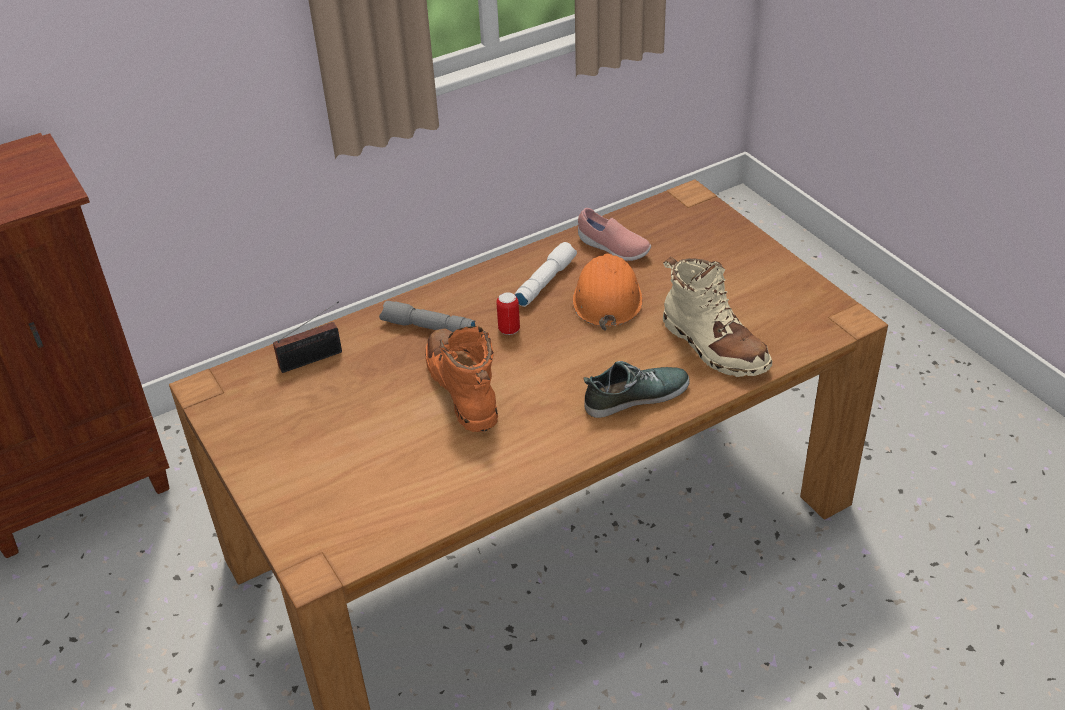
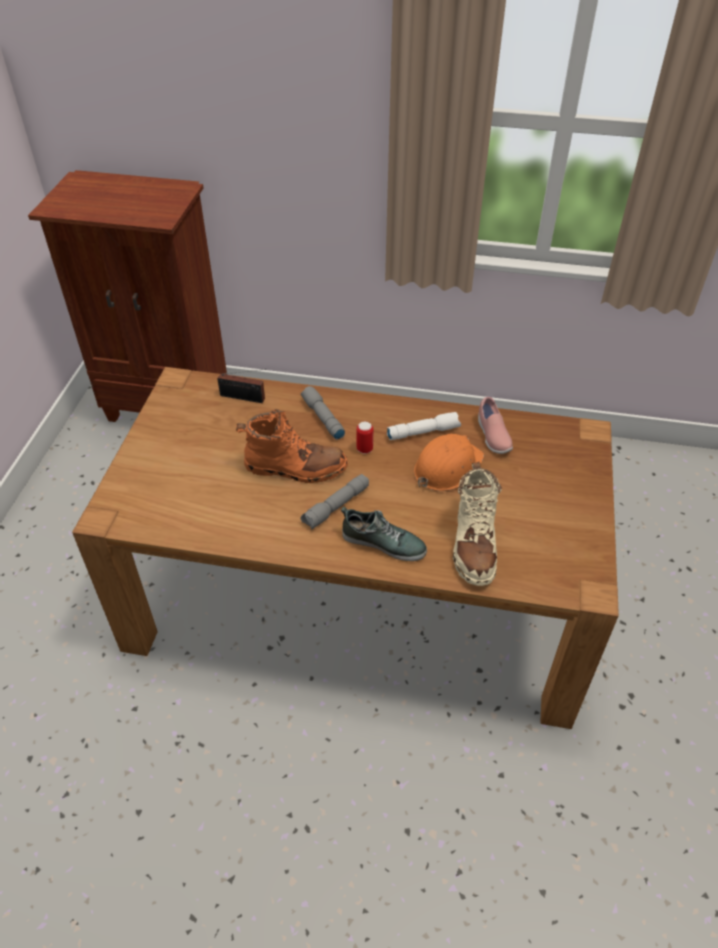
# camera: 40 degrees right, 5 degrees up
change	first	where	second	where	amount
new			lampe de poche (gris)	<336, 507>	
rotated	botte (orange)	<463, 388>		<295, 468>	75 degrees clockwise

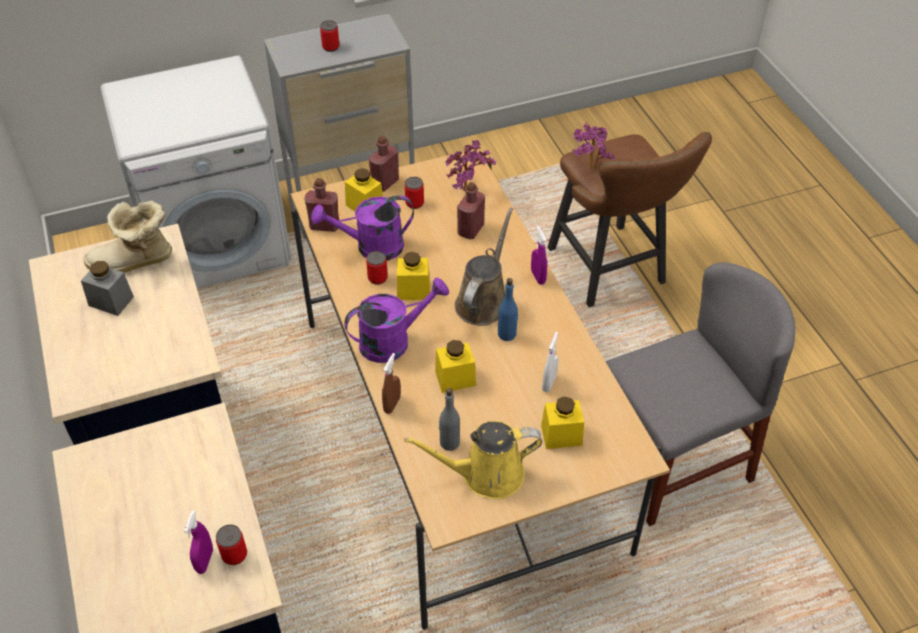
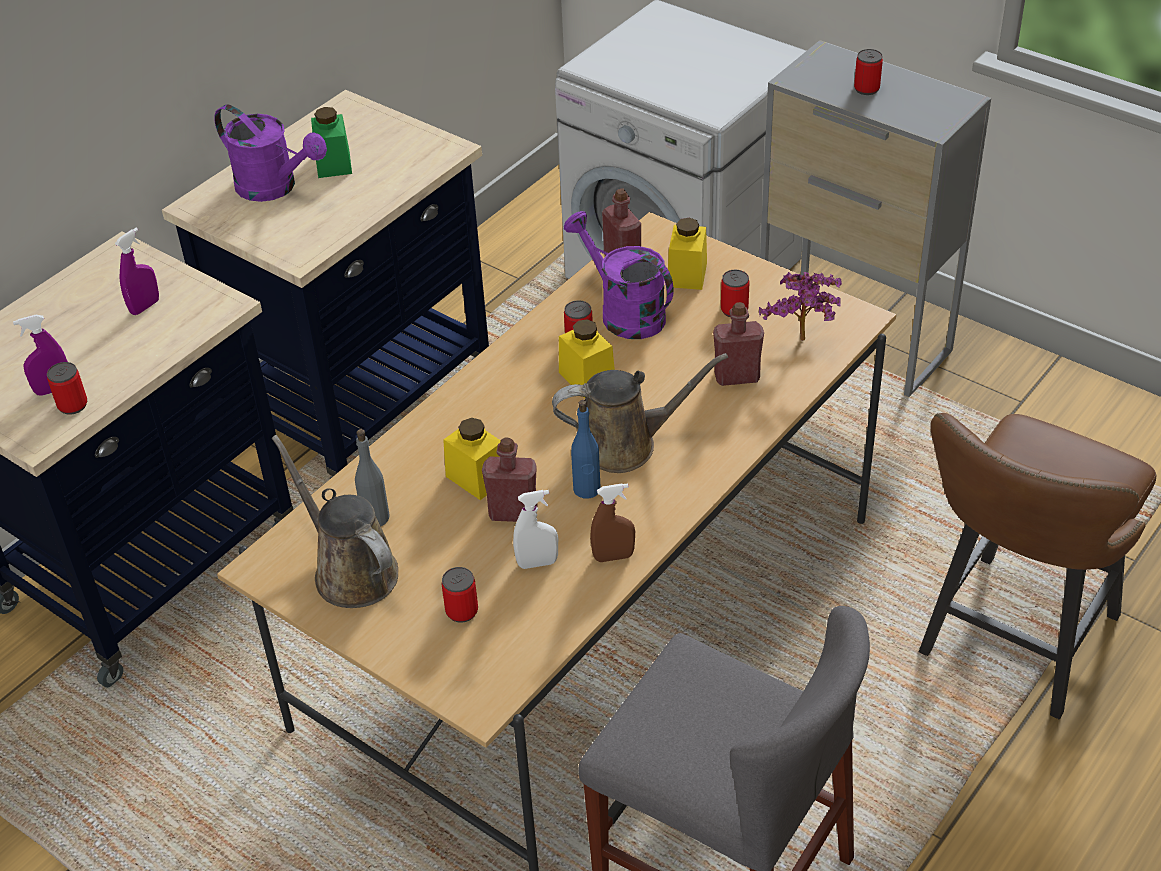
# camera: 60 degrees right, 5 degrees down
change	first	where	second	where	amount
gone	botte	<134, 263>			
gone	plante en pot	<588, 170>			
shifted	arrosoir (violet)	<393, 340>		<275, 187>	
shifted	bouteille (rouge)	<385, 183>		<513, 513>	
shifted	vaporisateur (marron)	<392, 404>		<613, 556>	
shifted	vaporisateur (violet)	<538, 277>		<145, 306>	
swapped	bocal (jaune)	<561, 435>	boîte métallique	<462, 611>	
repainted	bocal (gris)	<111, 301>	bocal (vert)	<334, 164>	
repainted	arrosoir (jaune)	<486, 475>	arrosoir (marron)	<350, 570>	

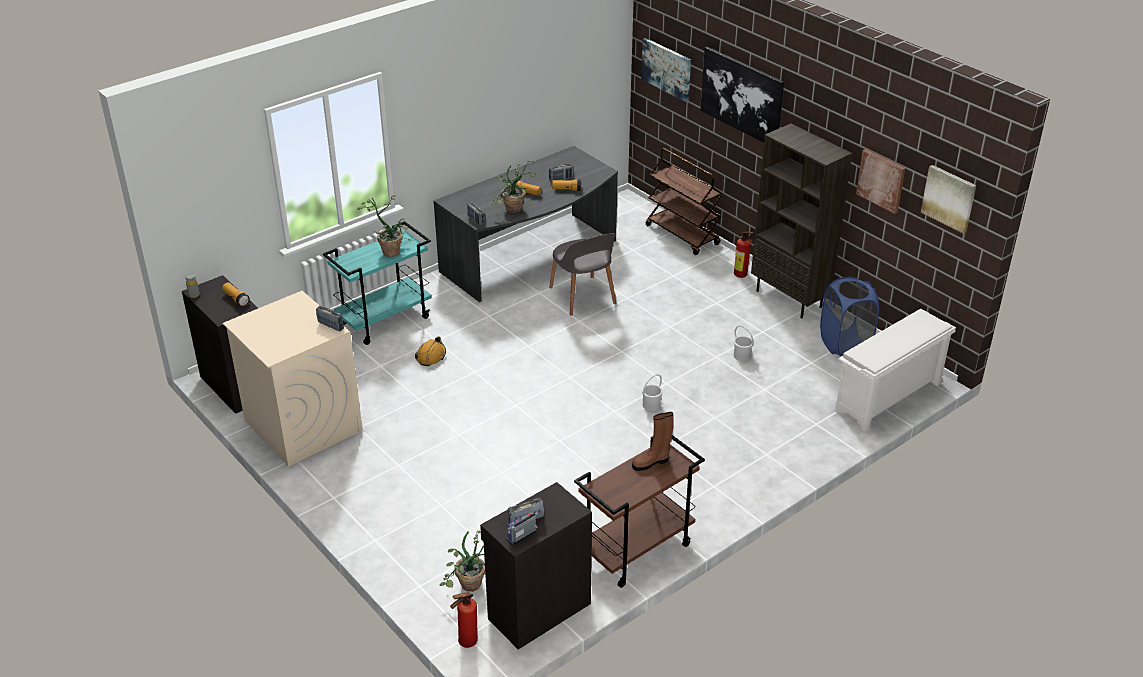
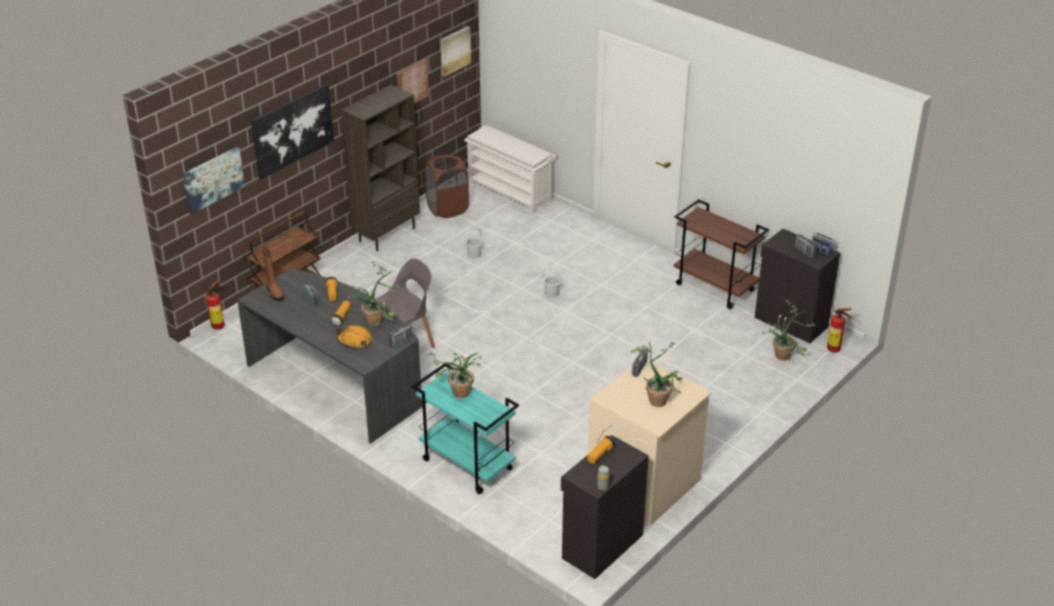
# camera: 100 degrees left, 0 degrees up
change	first	where	second	where	amount
new			plante en pot	<658, 398>	
shifted	casque de chantier (orange)	<431, 356>		<355, 341>	
shifted	botte (marron)	<651, 462>		<274, 292>	
shifted	extincteur	<741, 276>		<220, 325>	
repainted	panier à linge (bleu)	<845, 345>	panier à linge (marron)	<447, 209>	

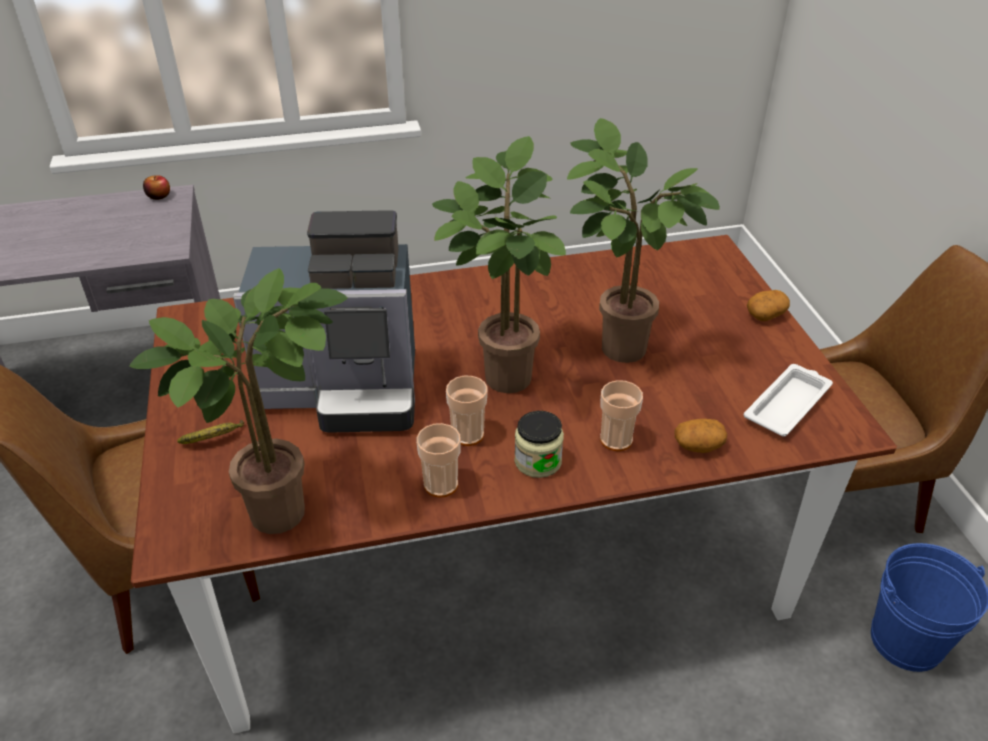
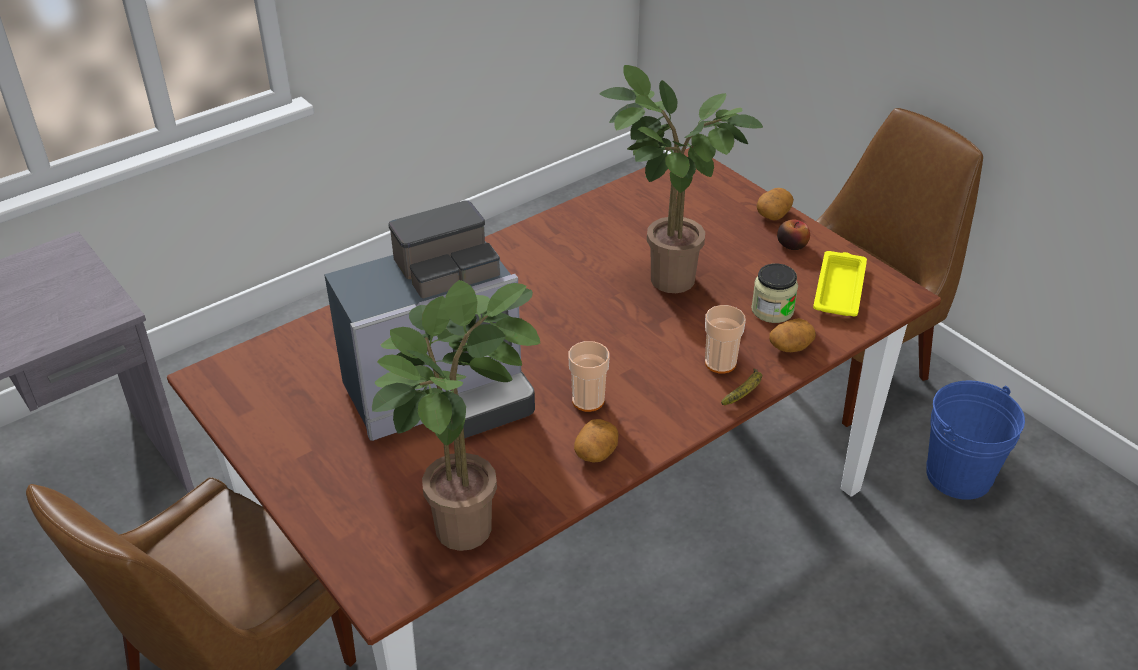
# camera: 25 degrees left, 0 degrees up
change	first	where	second	where	amount
gone	plante en pot	<501, 373>			
shifted	pomme	<159, 196>		<792, 244>	
shifted	banane	<214, 439>		<745, 393>	
shifted	bocal	<538, 461>		<772, 310>	
swapped	tasse	<441, 484>	pomme de terre	<596, 452>	
repainted	plateau (blanc)	<788, 404>	plateau (jaune)	<839, 288>	

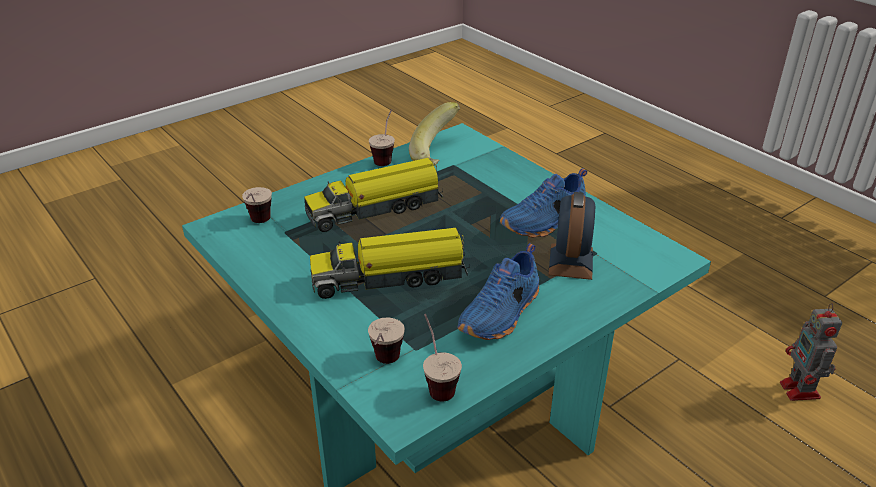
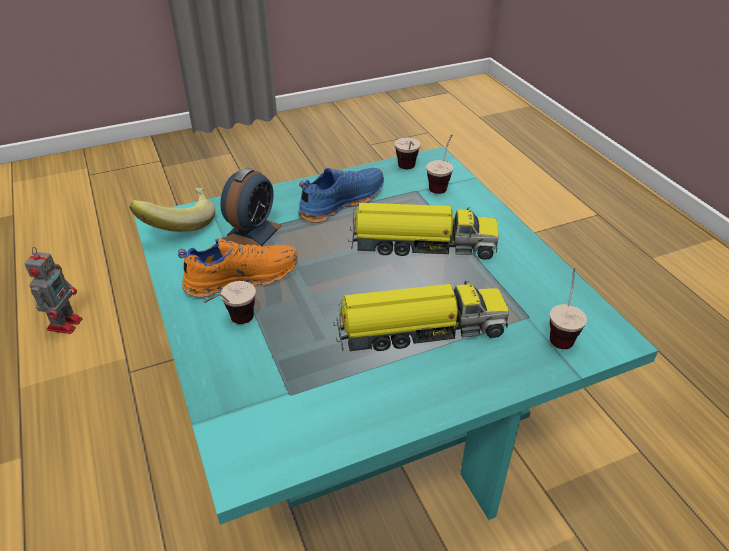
# camera: 165 degrees left, 5 degrees up
change	first	where	second	where	amount
shifted	tasse	<385, 157>		<233, 325>	
shifted	banane	<439, 155>		<179, 224>	
repainted	chaussure (bleu)	<545, 222>	chaussure (orange)	<241, 277>	

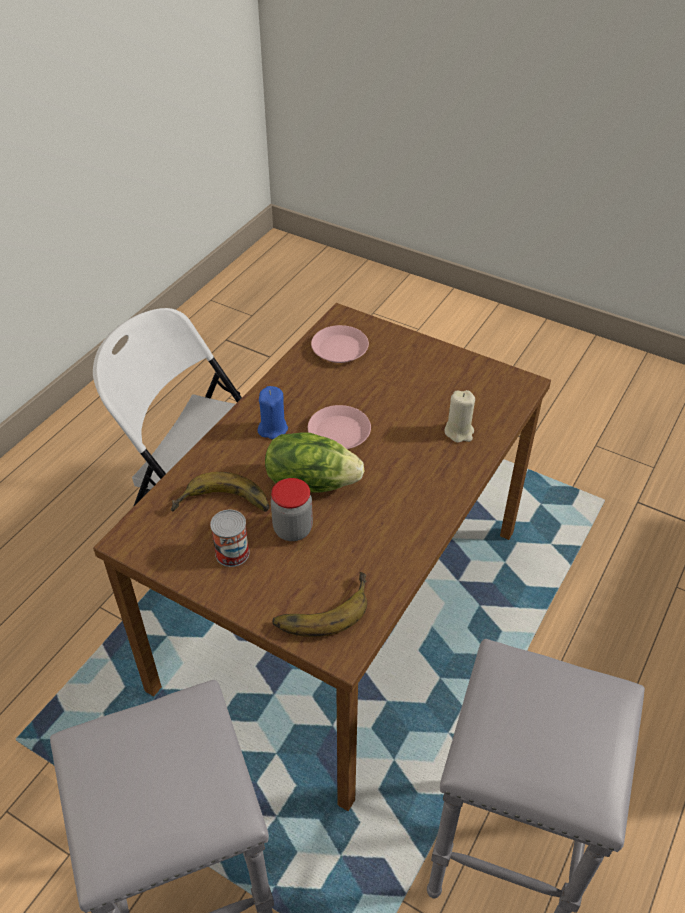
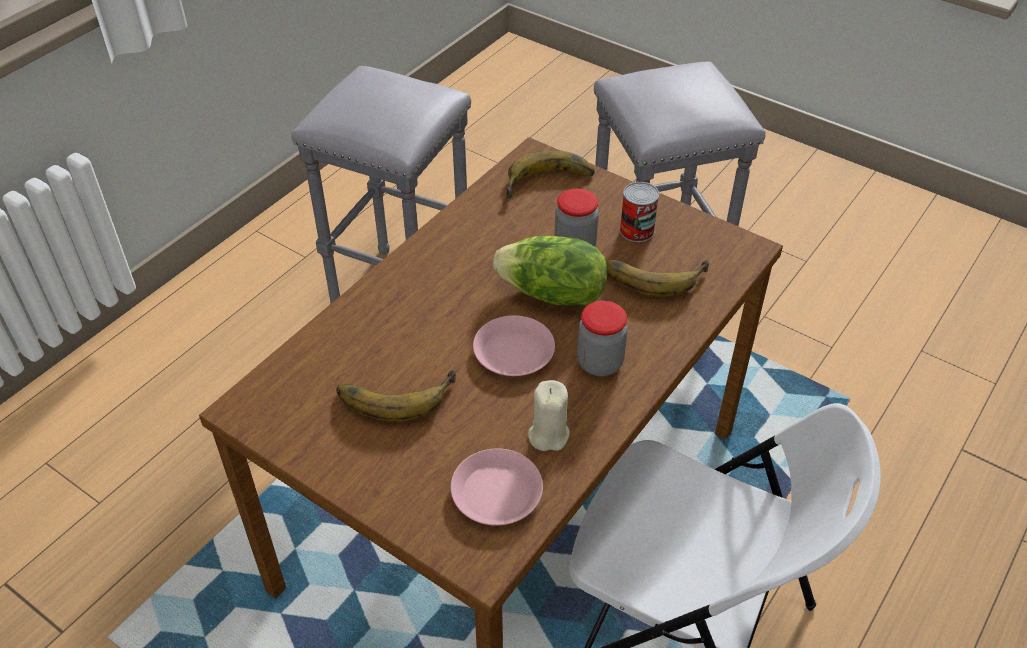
# camera: 175 degrees left, 0 degrees up
change	first	where	second	where	amount
new			banane	<395, 392>	
shifted	bougie (beige)	<459, 432>		<548, 434>	
swapped	bougie (bleu)	<273, 428>	bocal	<600, 363>	

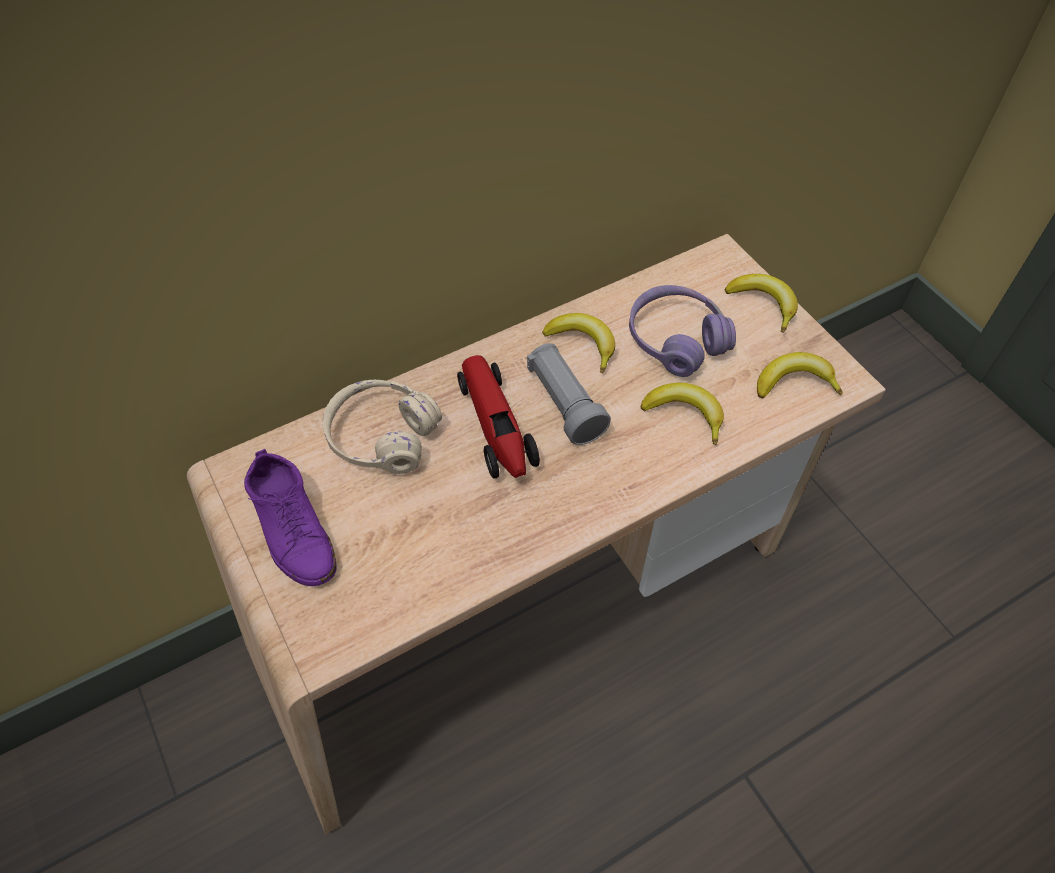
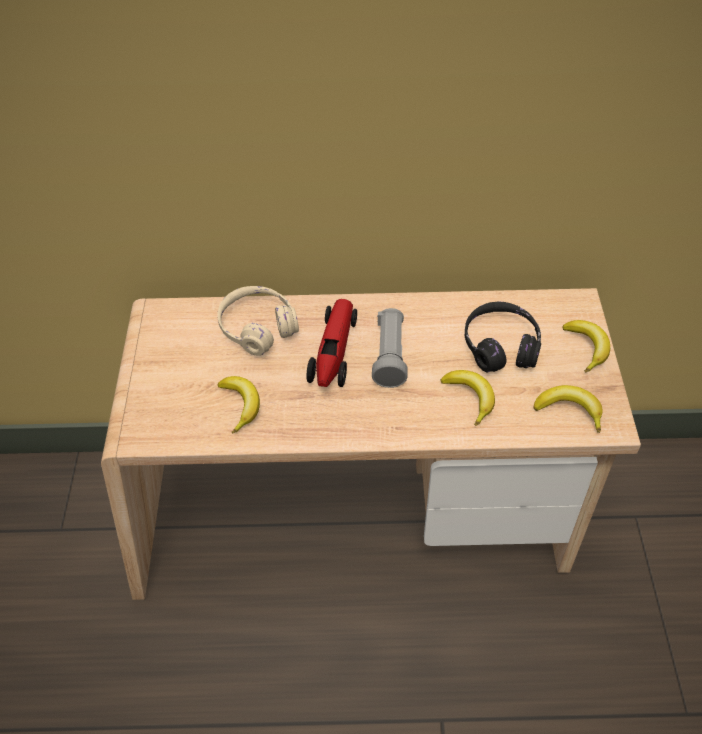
# camera: 30 degrees right, 5 degrees down
change	first	where	second	where	amount
gone	chaussure (violet)	<293, 528>			
shifted	banane	<583, 343>		<241, 405>	
repainted	casque audio (violet)	<676, 340>	casque audio (noir)	<500, 346>	

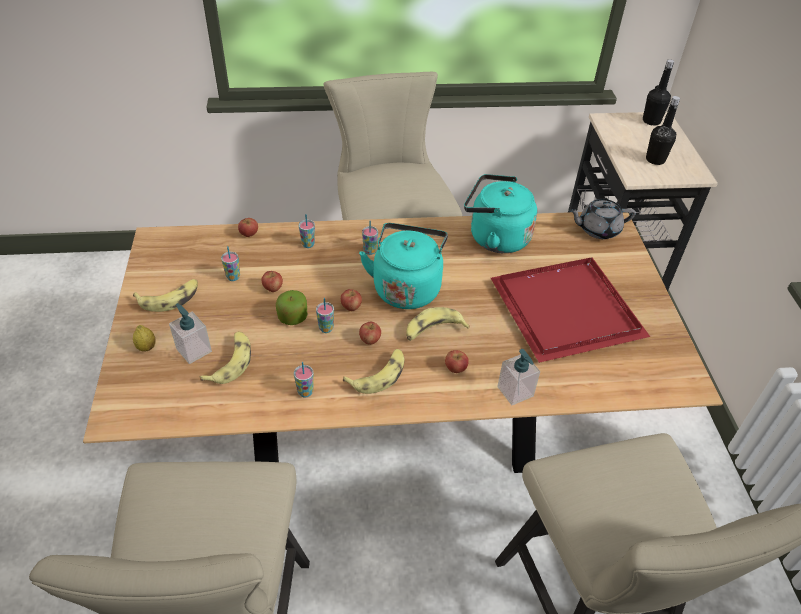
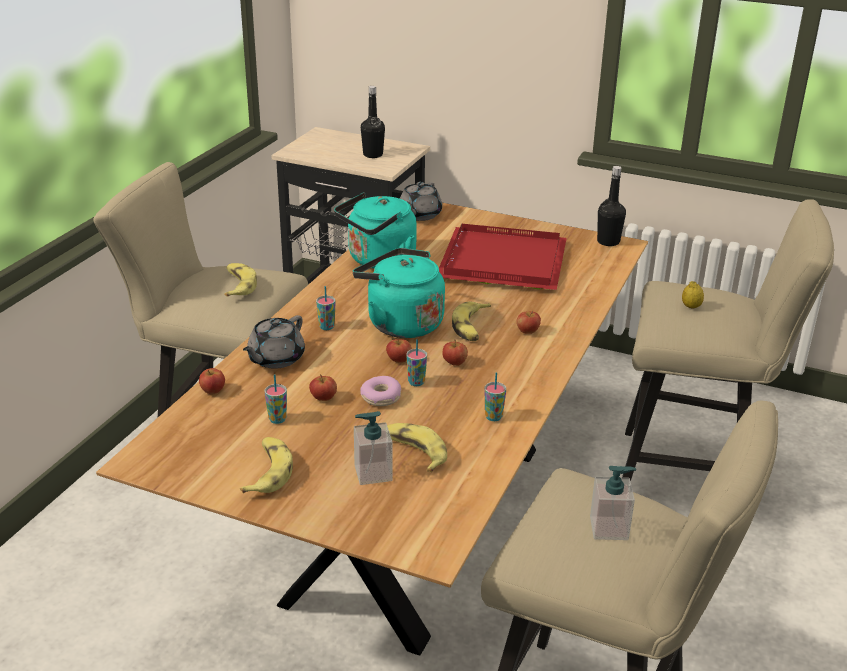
# camera: 60 degrees left, 15 degrees down
change	first	where	second	where	amount
shifted	citron	<146, 347>		<691, 307>	
shifted	banane	<379, 375>		<238, 285>	
shifted	distributeur de savon	<515, 391>		<609, 528>	
shifted	bouteille (noir)	<651, 121>		<608, 242>	
swapped	pomme	<293, 317>	beignet	<381, 397>	
swapped	tasse	<308, 244>	théière (gris)	<275, 359>	

